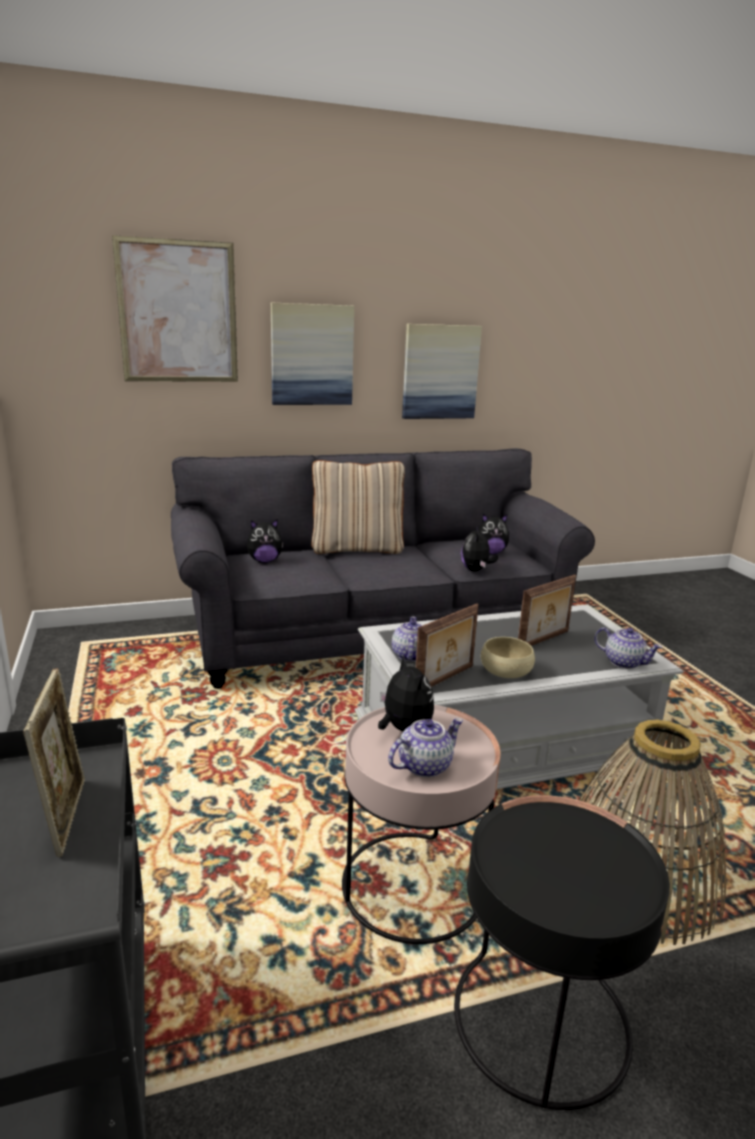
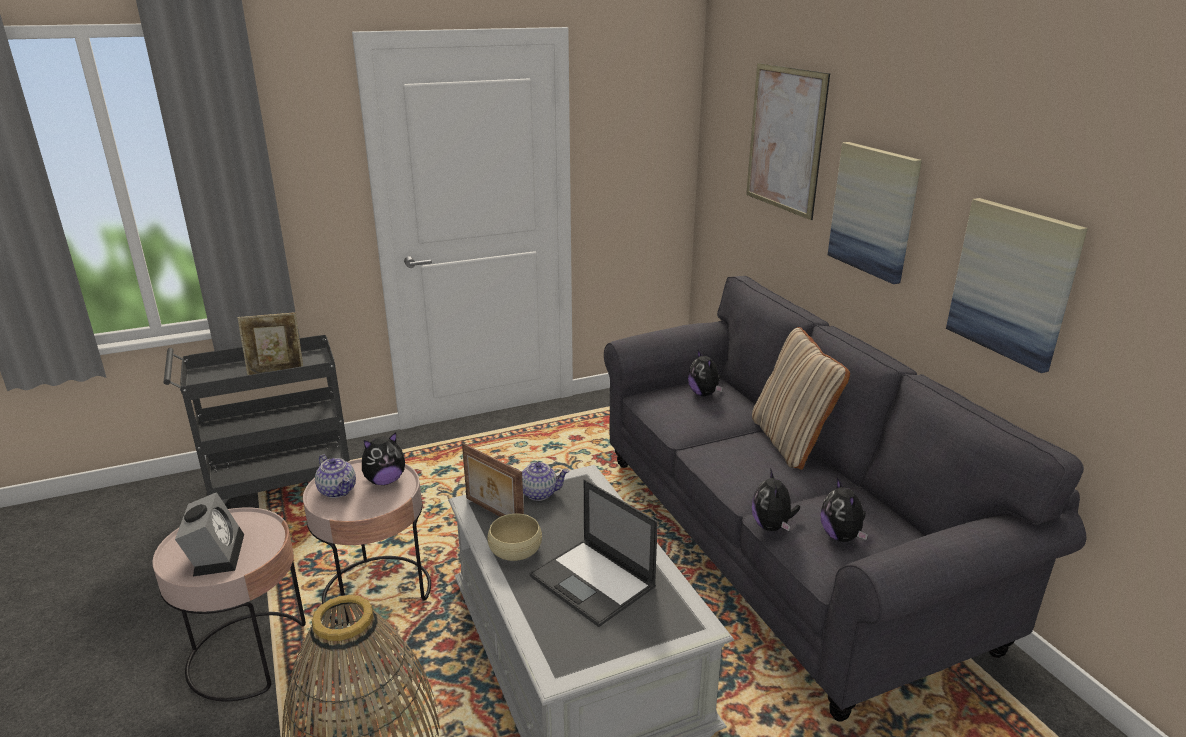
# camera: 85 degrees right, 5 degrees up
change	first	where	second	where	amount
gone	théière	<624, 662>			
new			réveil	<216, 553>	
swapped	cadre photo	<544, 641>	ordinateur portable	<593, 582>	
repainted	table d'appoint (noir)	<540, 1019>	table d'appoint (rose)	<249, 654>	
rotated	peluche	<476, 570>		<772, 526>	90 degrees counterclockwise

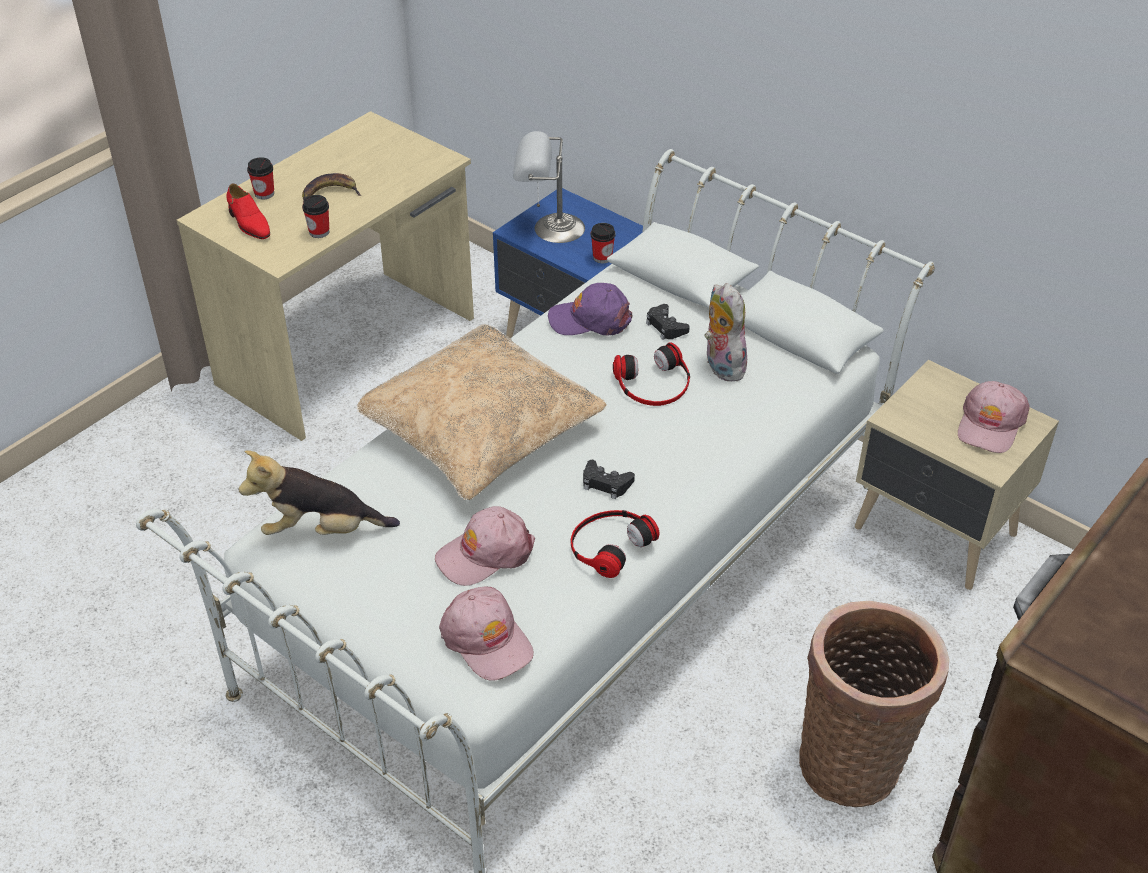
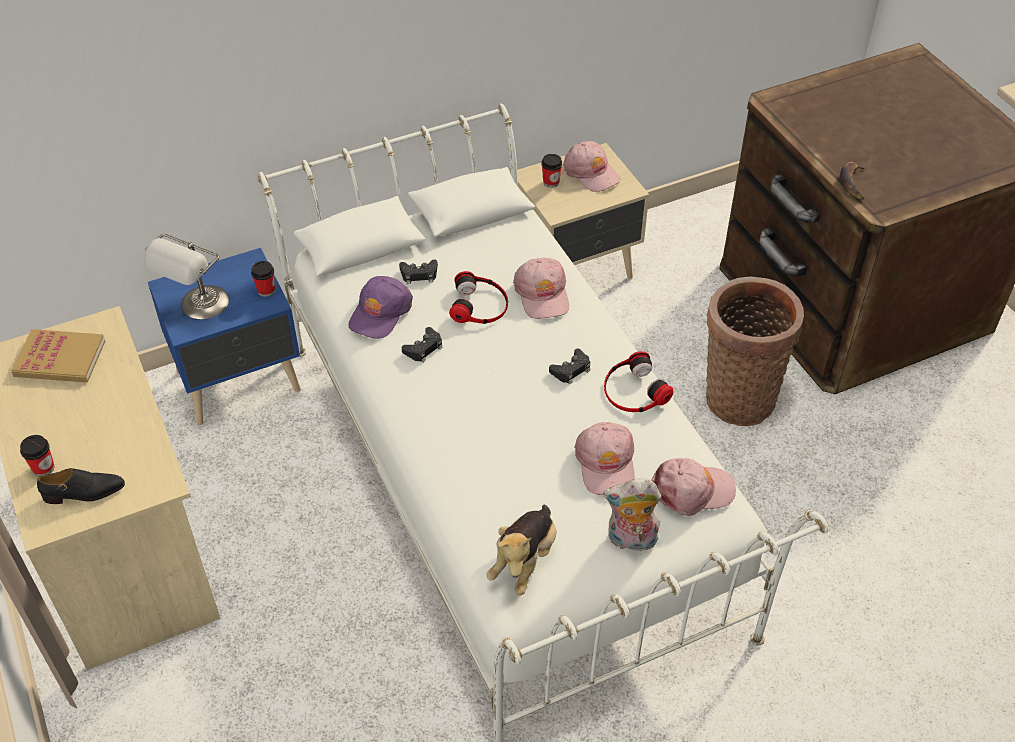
# camera: 65 degrees left, 5 degrees up
change	first	where	second	where	amount
gone	coussin (beige)	<479, 428>			
new			livre	<60, 359>	
new			manette (noir)	<424, 348>	
new			casquette (rose)	<542, 294>	
shifted	banane	<330, 192>		<852, 183>	
shifted	tasse	<319, 232>		<551, 182>	
shifted	peluche	<721, 366>		<630, 541>	
repainted	chaussure (rouge)	<249, 224>	chaussure (noir)	<84, 493>	

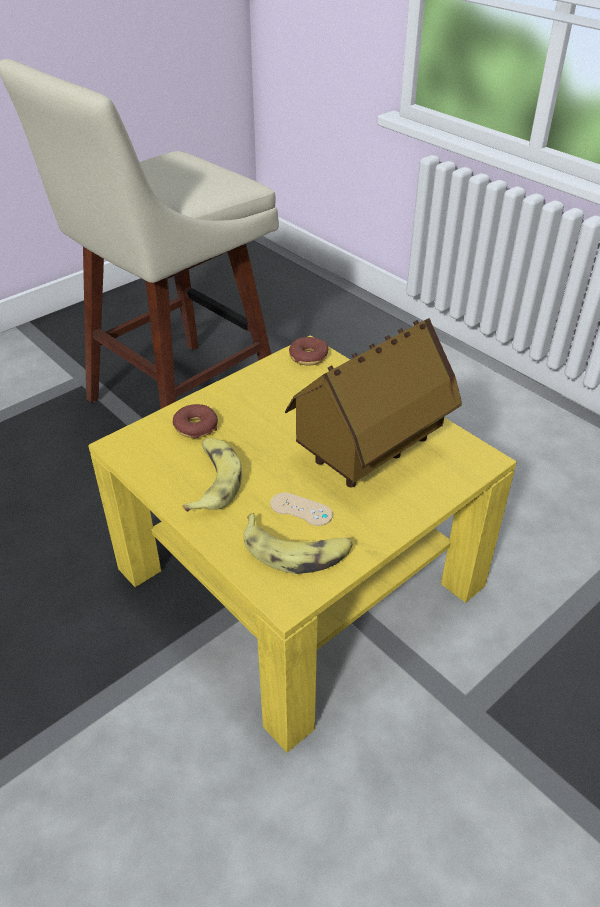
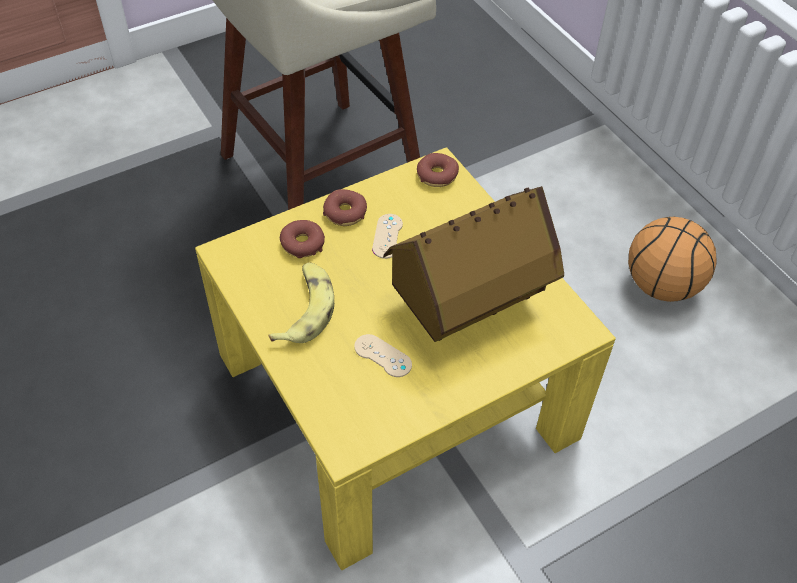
# camera: 10 degrees right, 10 degrees up
change	first	where	second	where	amount
gone	banane	<297, 551>			
new			beignet	<345, 213>	
new			manette (beige)	<387, 236>	
new			ballon de basket	<661, 284>	

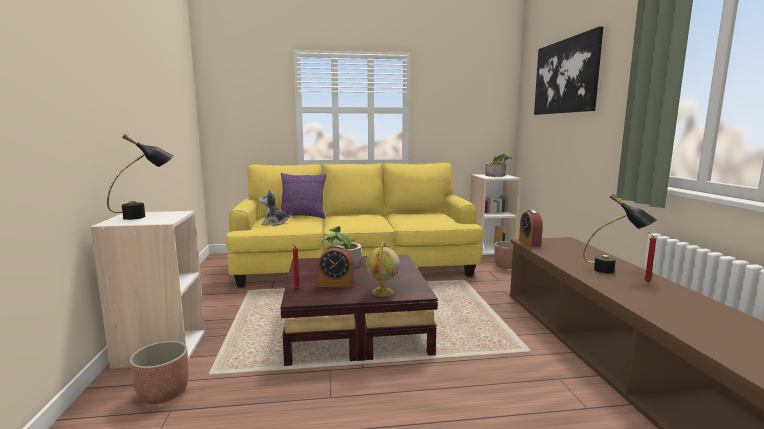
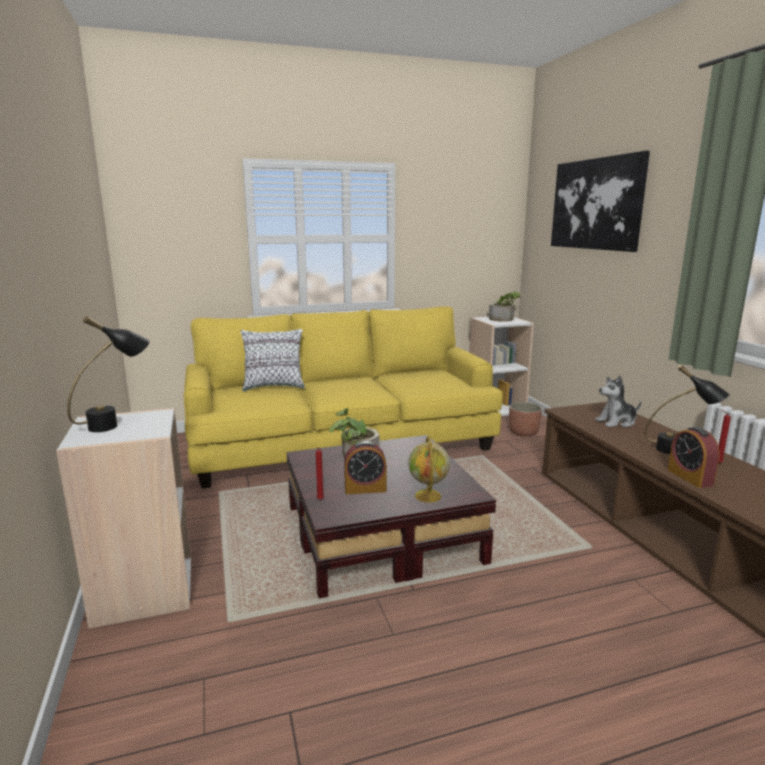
# camera: 10 degrees left, 5 degrees up
change	first	where	second	where	amount
gone	cache-pot	<163, 393>			
shifted	peluche	<274, 223>		<616, 422>	
shifted	réveil	<529, 243>		<690, 477>	
repainted	coussin (violet)	<303, 217>	coussin (blanc)	<274, 387>	

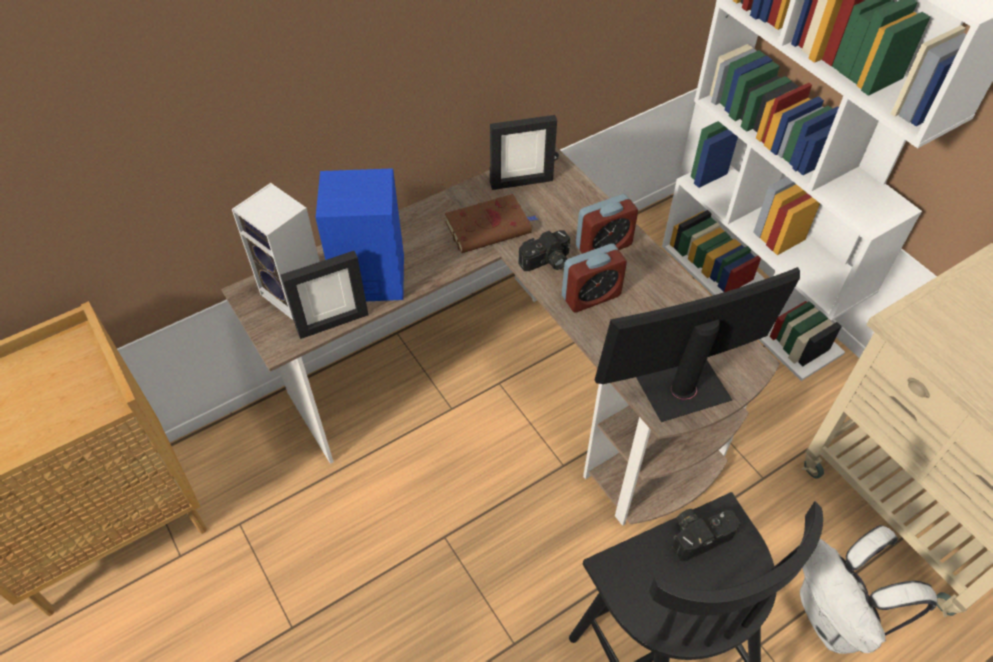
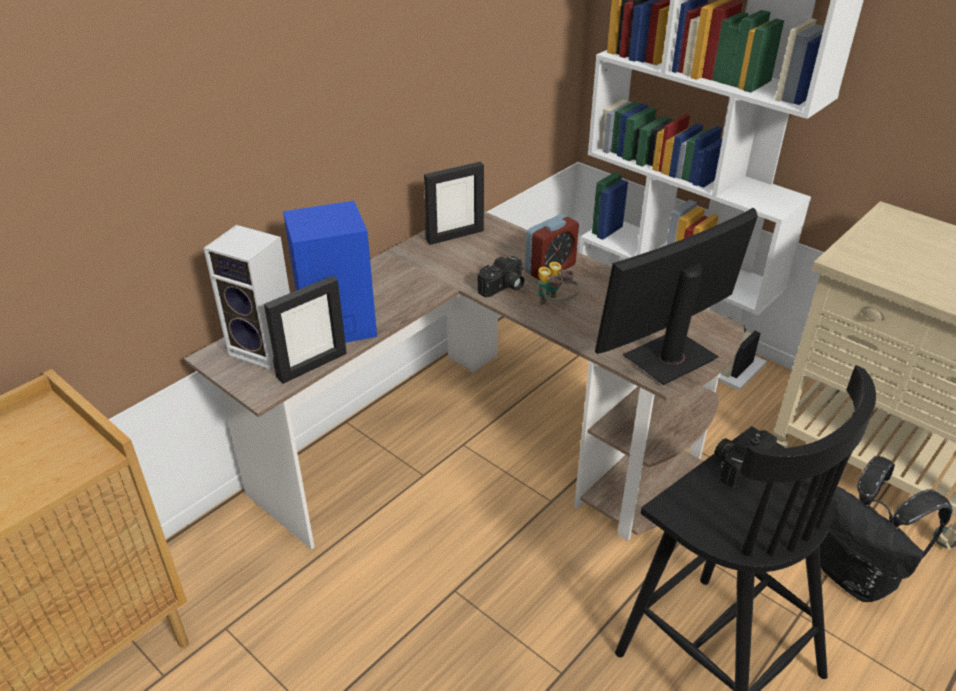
# camera: 15 degrees left, 15 degrees down
change	first	where	second	where	amount
gone	livre (marron)	<490, 227>			
swapped	réveil	<591, 296>	jumelles	<555, 305>	
repainted	sac à dos (blanc)	<834, 619>	sac à dos (noir)	<856, 576>	

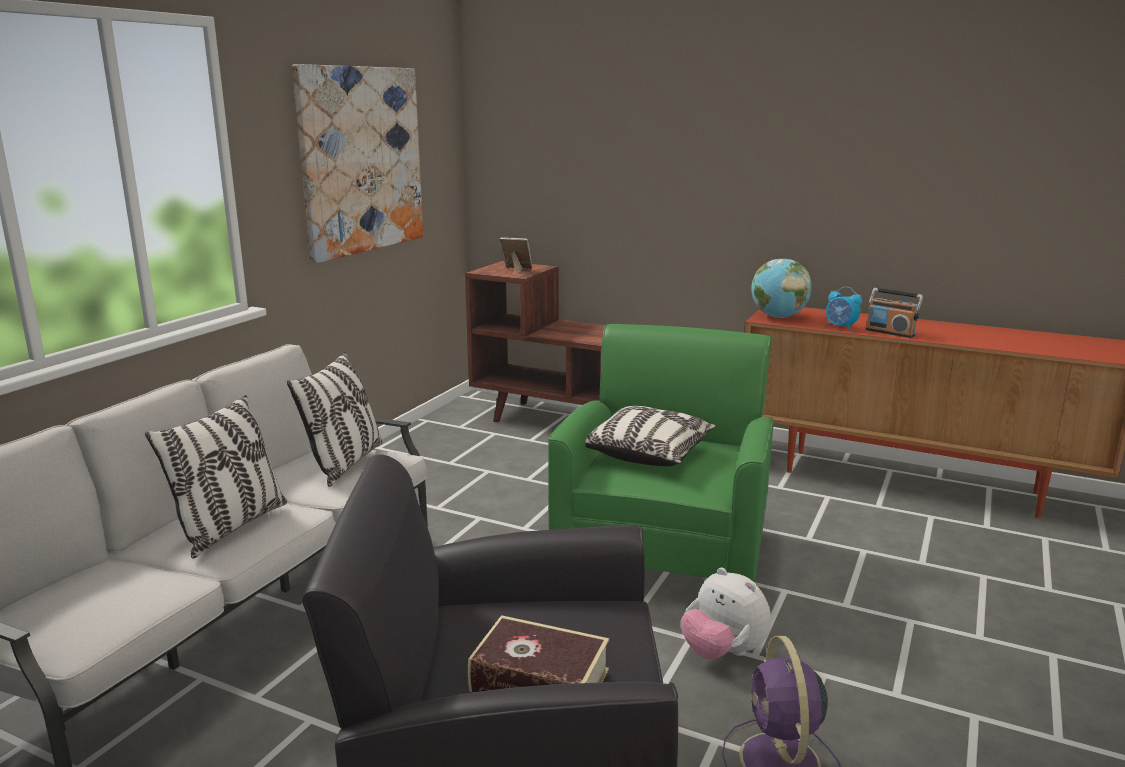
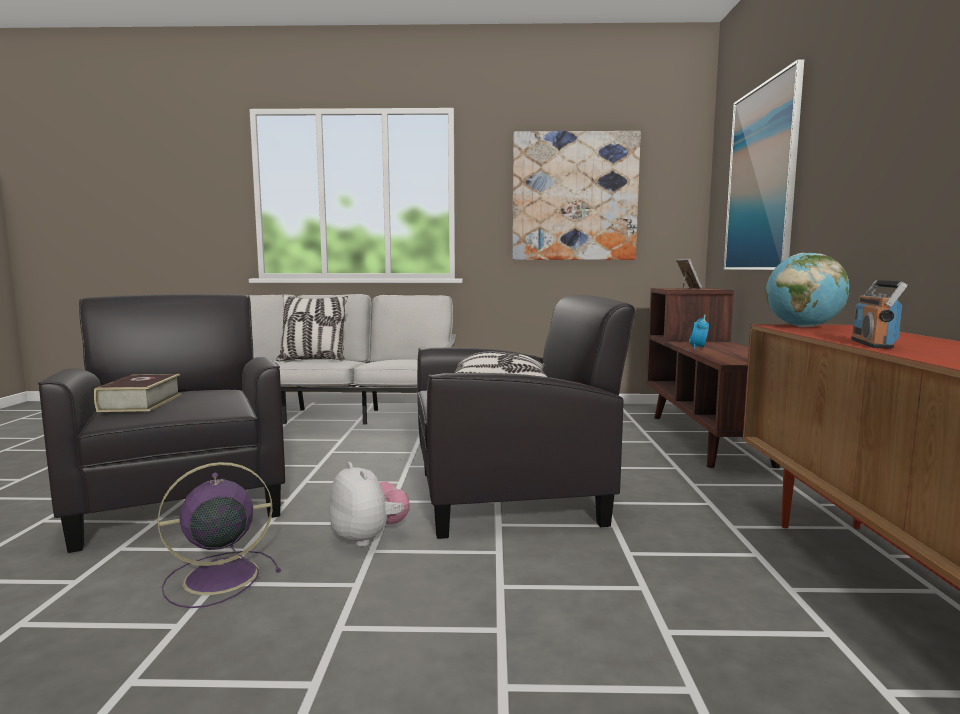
# camera: 65 degrees right, 10 degrees down
change	first	where	second	where	amount
gone	coussin	<344, 463>			
new			tableau	<761, 178>	
shifted	réveil	<841, 327>		<698, 348>	
repainted	fauteuil (vert)	<664, 554>	fauteuil (noir)	<510, 497>	
rotated	peluche	<723, 652>		<368, 537>	120 degrees clockwise

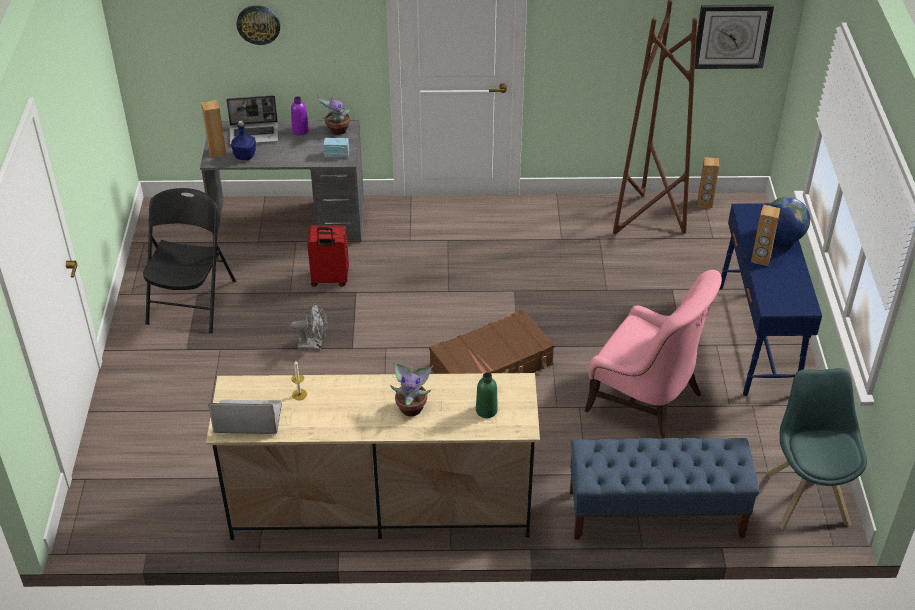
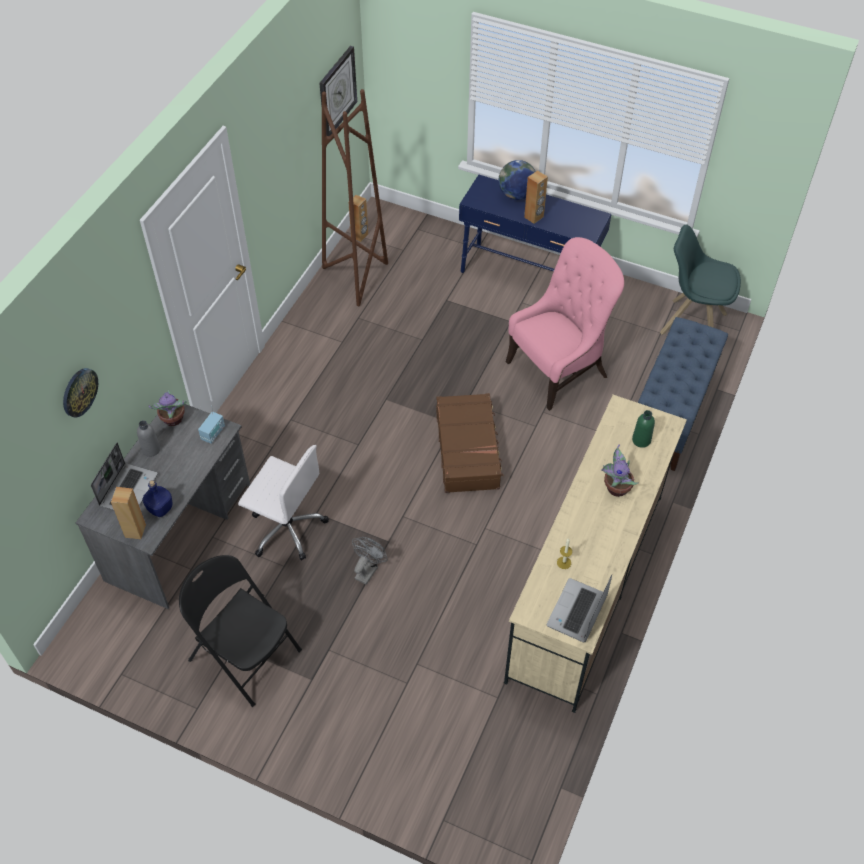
# camera: 65 degrees left, 10 degrees up
change	first	where	second	where	amount
swapped	valise (rouge)	<330, 280>	chaise de bureau (blanc)	<286, 528>	
repainted	bouteille (violet)	<300, 130>	bouteille (gris)	<151, 449>	

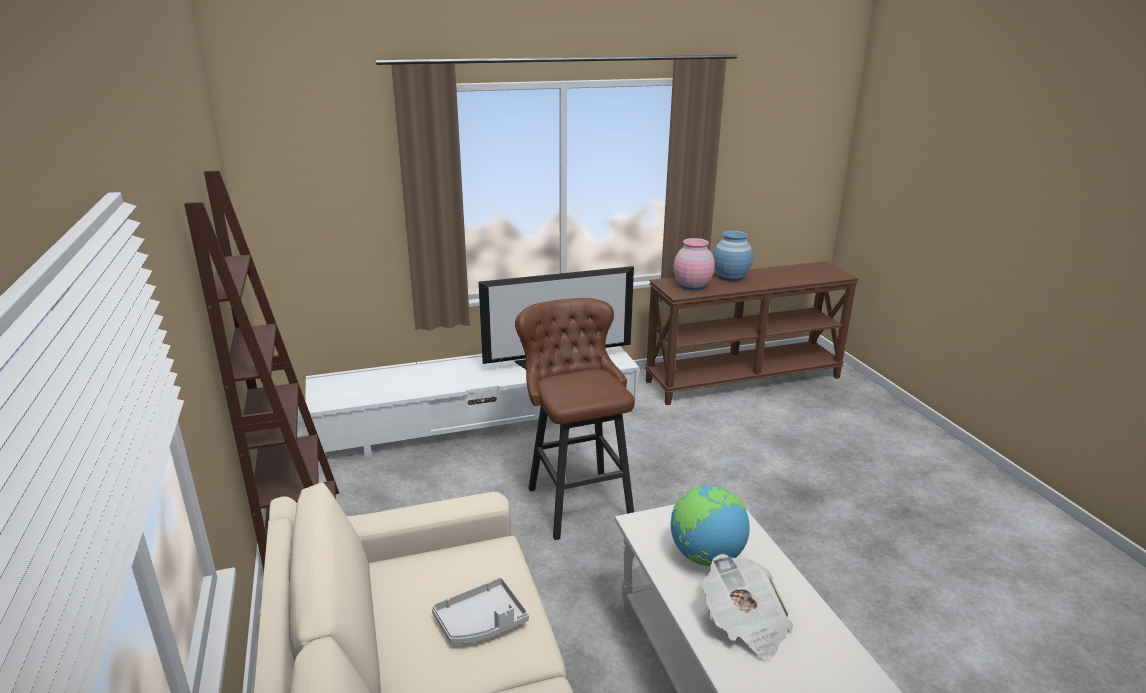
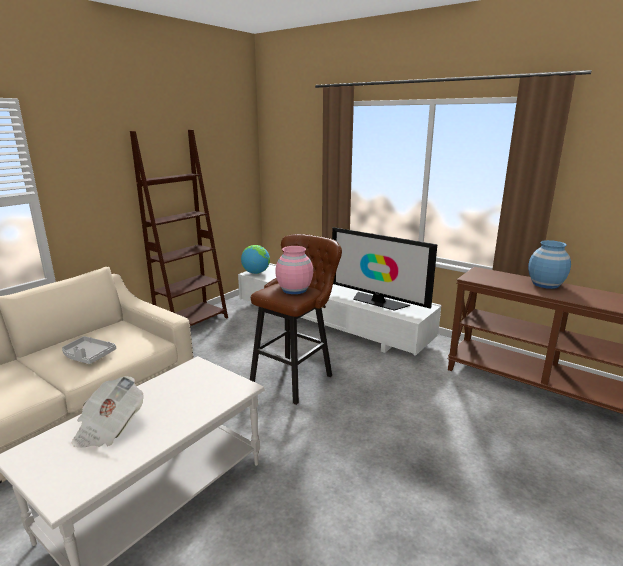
# camera: 55 degrees right, 5 degrees down
change	first	where	second	where	amount
shifted	globe	<705, 556>		<256, 273>	
shifted	vase (rose)	<692, 286>		<294, 290>	

